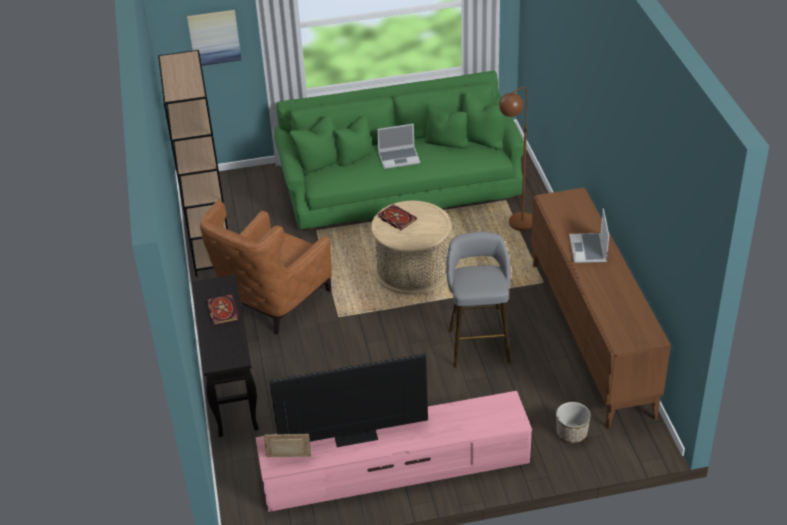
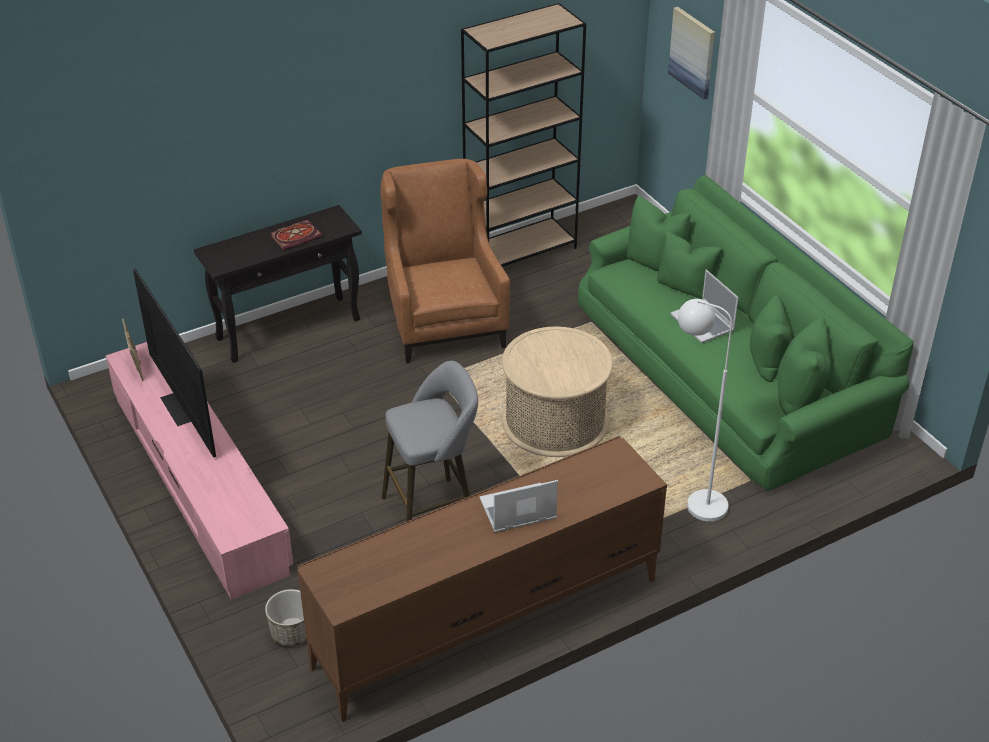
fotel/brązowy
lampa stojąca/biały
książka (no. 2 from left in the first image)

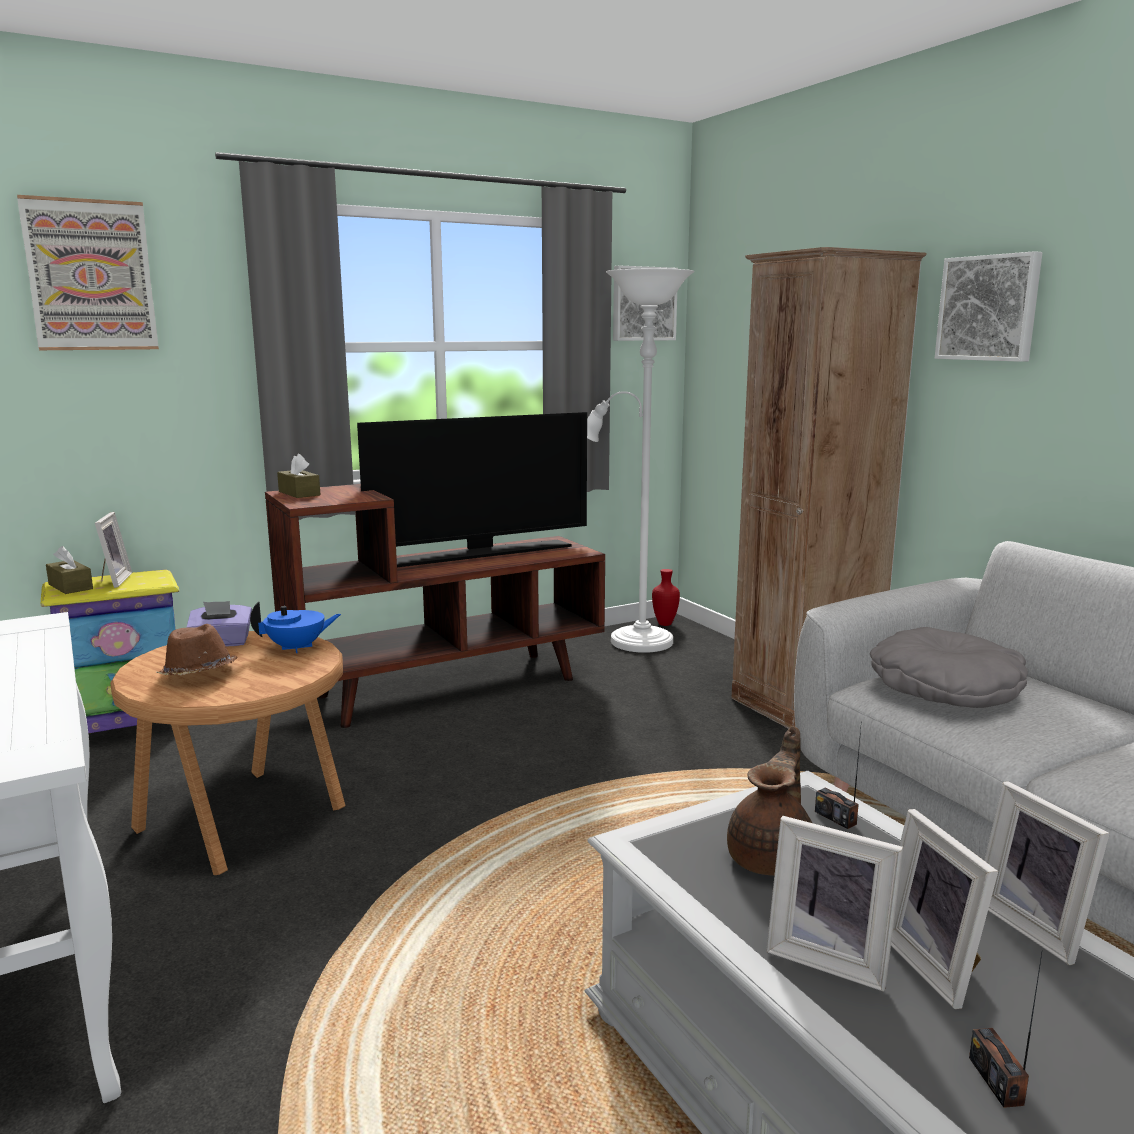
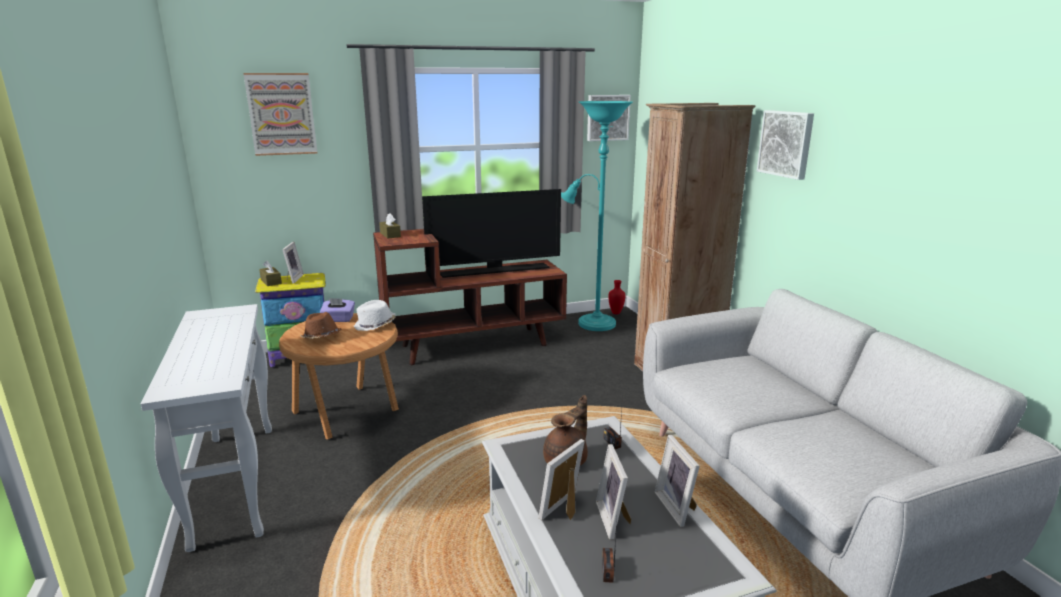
kapelusz/biały
ramka na zdjęcie (no. 2 from left)
lampa stojąca/turkusowy
poduszka/szary

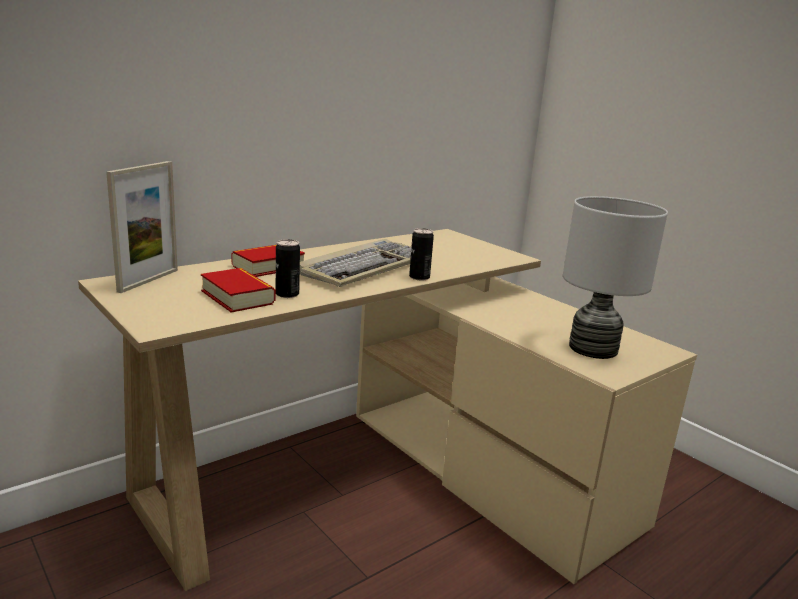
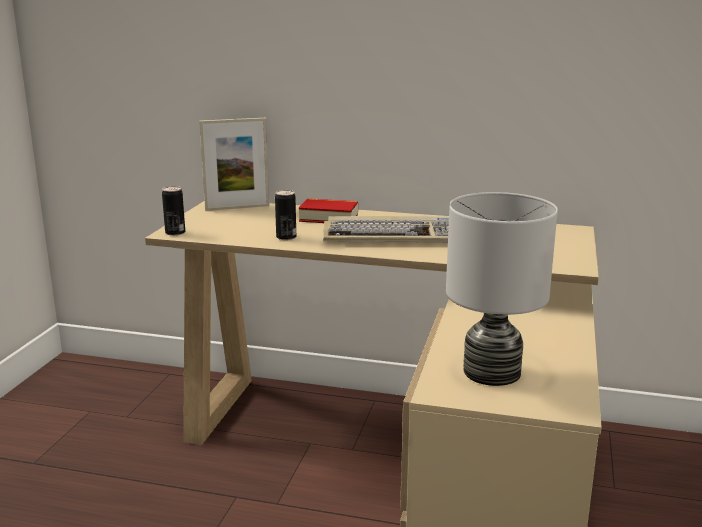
puszka (no. 1 from left)
książka (no. 1 from left in the first image)

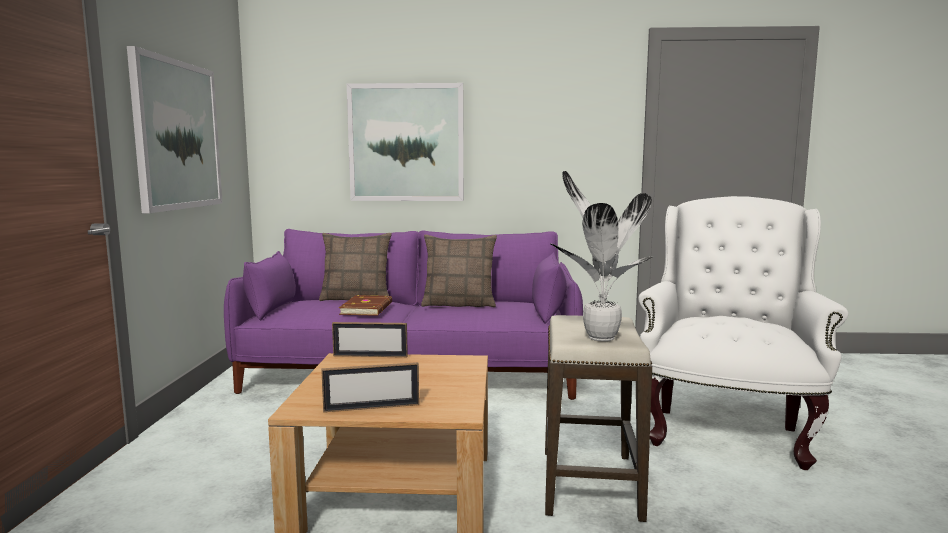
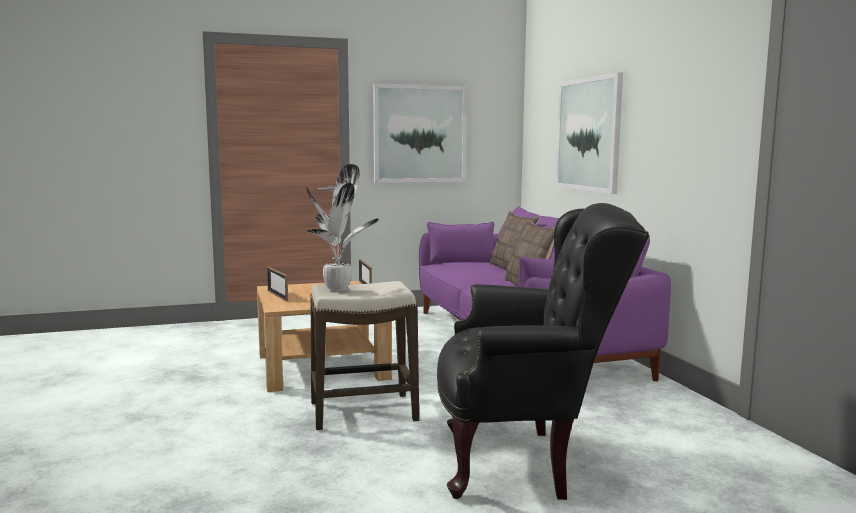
fotel/czarny
książka/brązowy

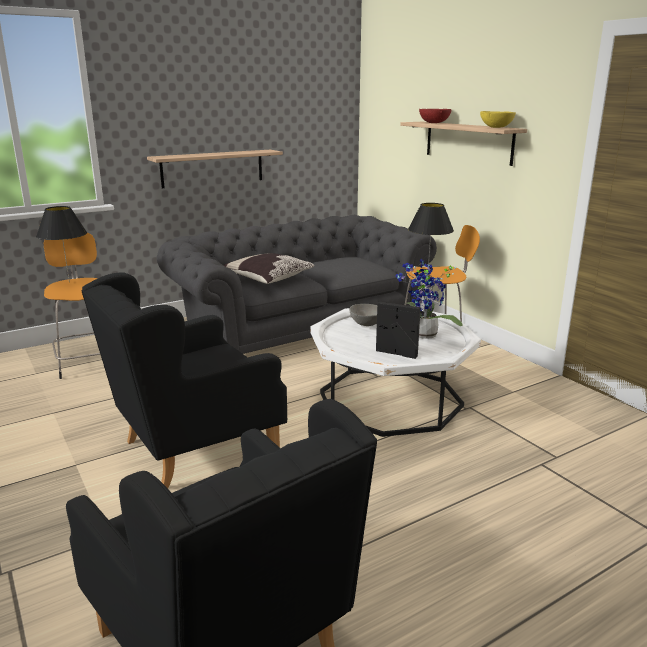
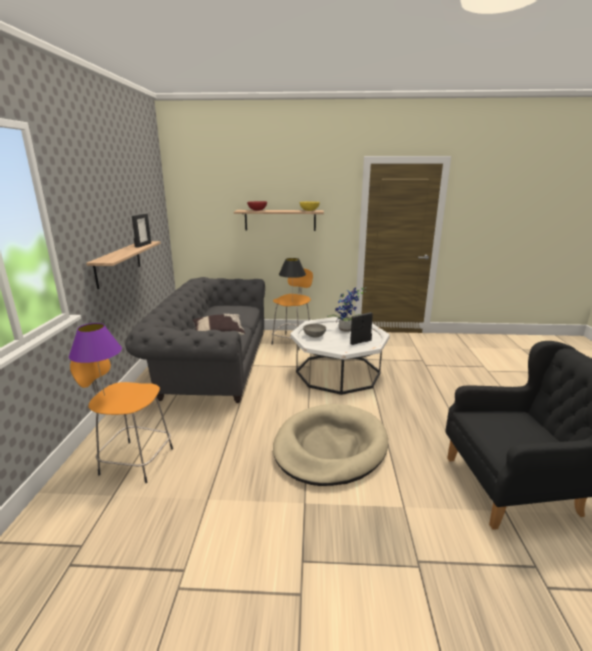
lampa stołowa/fioletowy
ramka na zdjęcie (no. 1 from left)
legowisko/beżowy

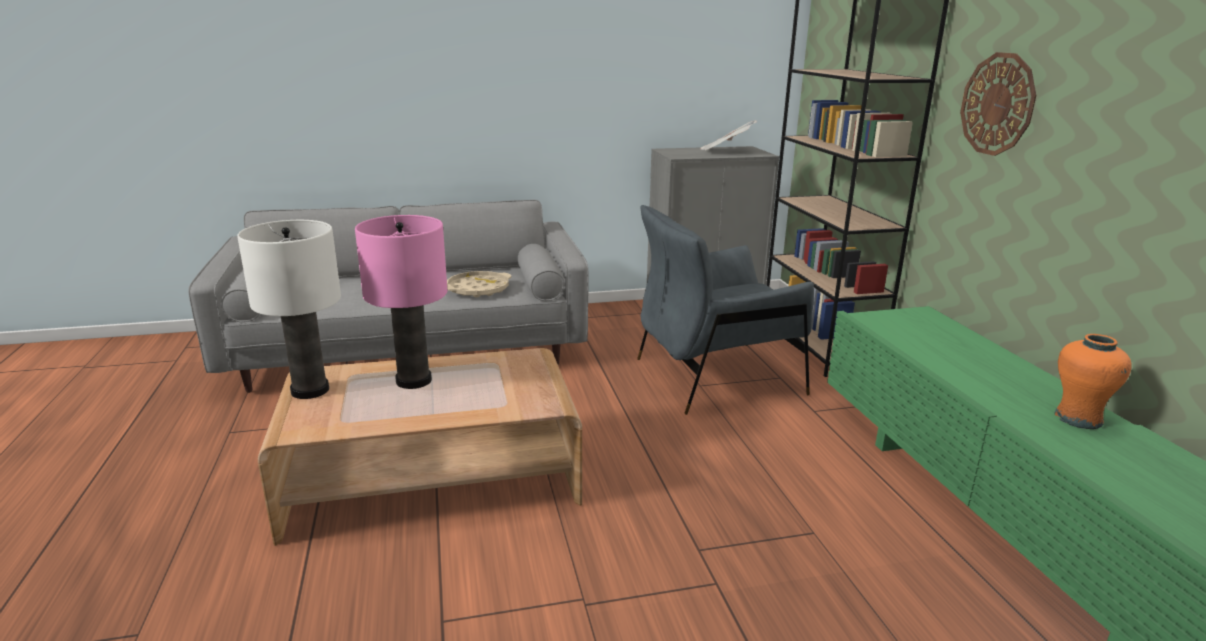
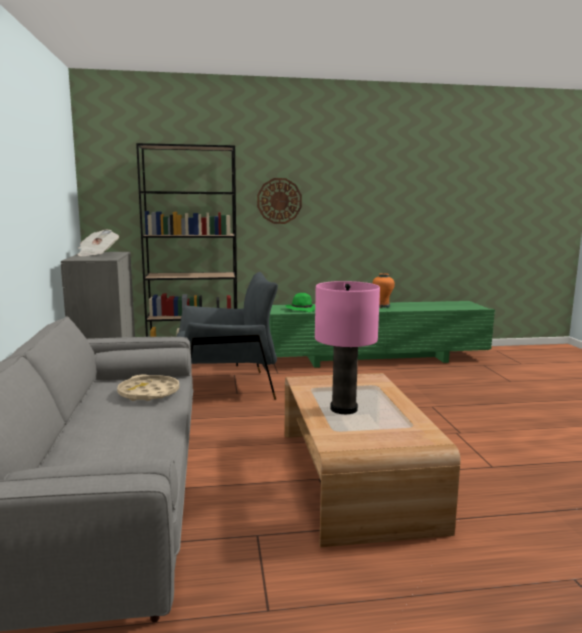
fotel/szary
kapelusz/zielony
lampa stołowa/biały

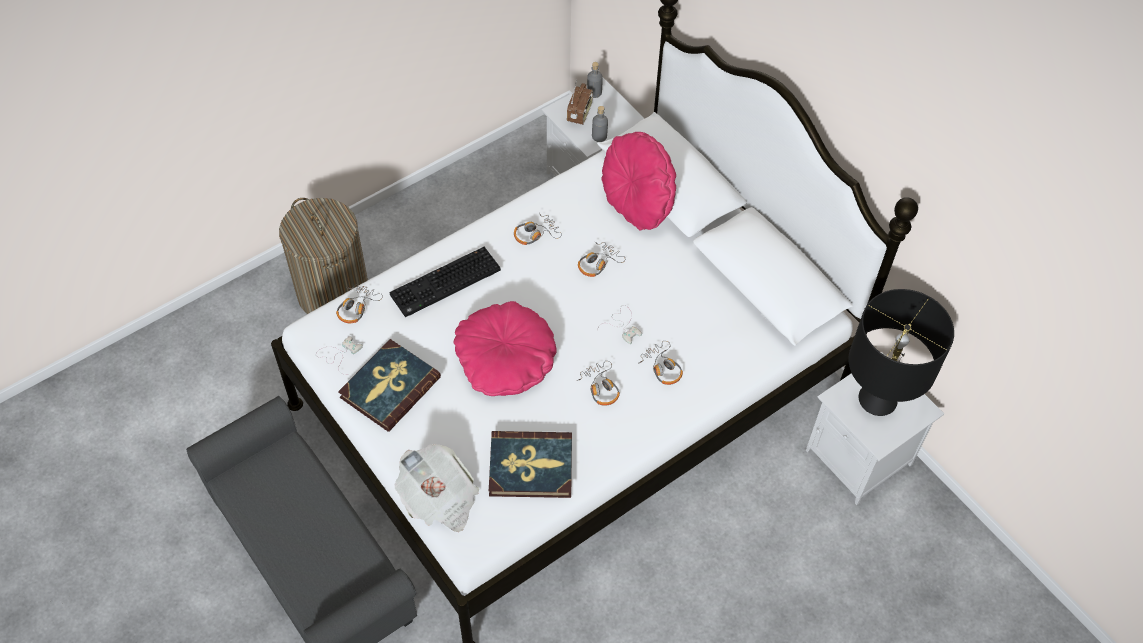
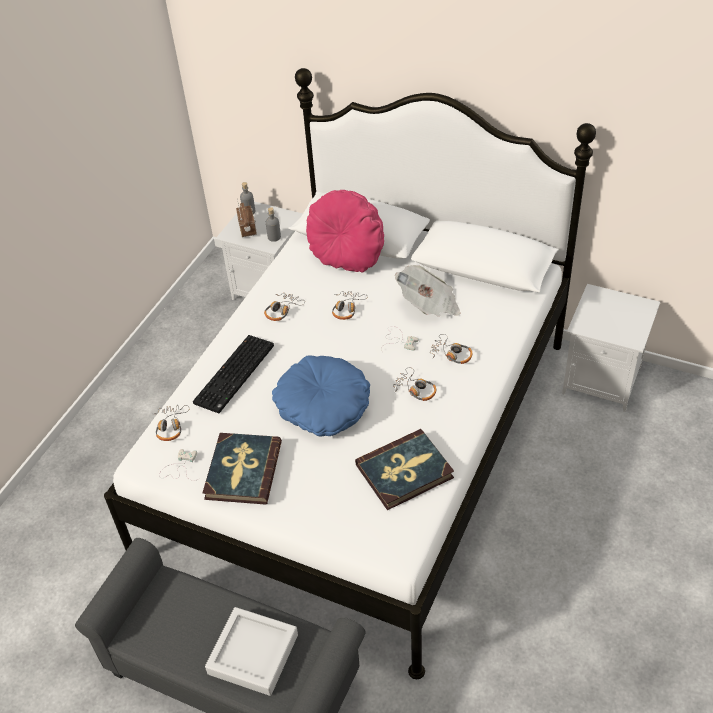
taca/szary
poduszka/niebieski
gazeta
kosz na pranie
lampa stołowa/czarny

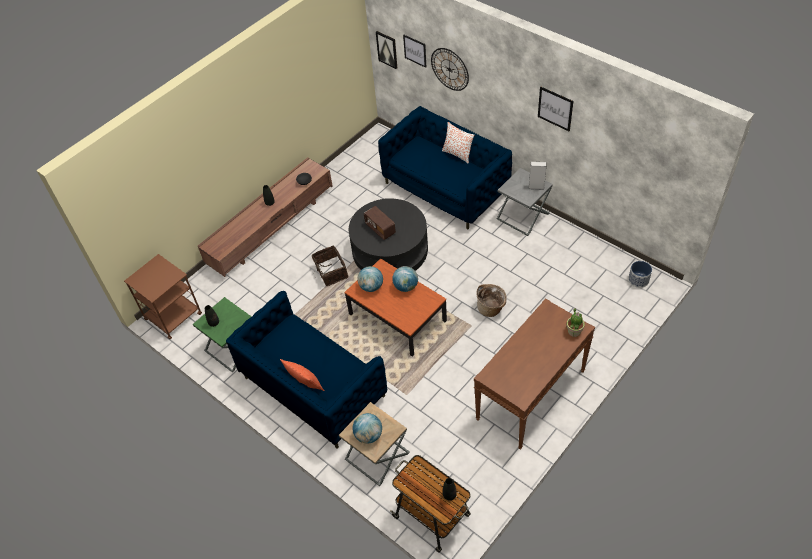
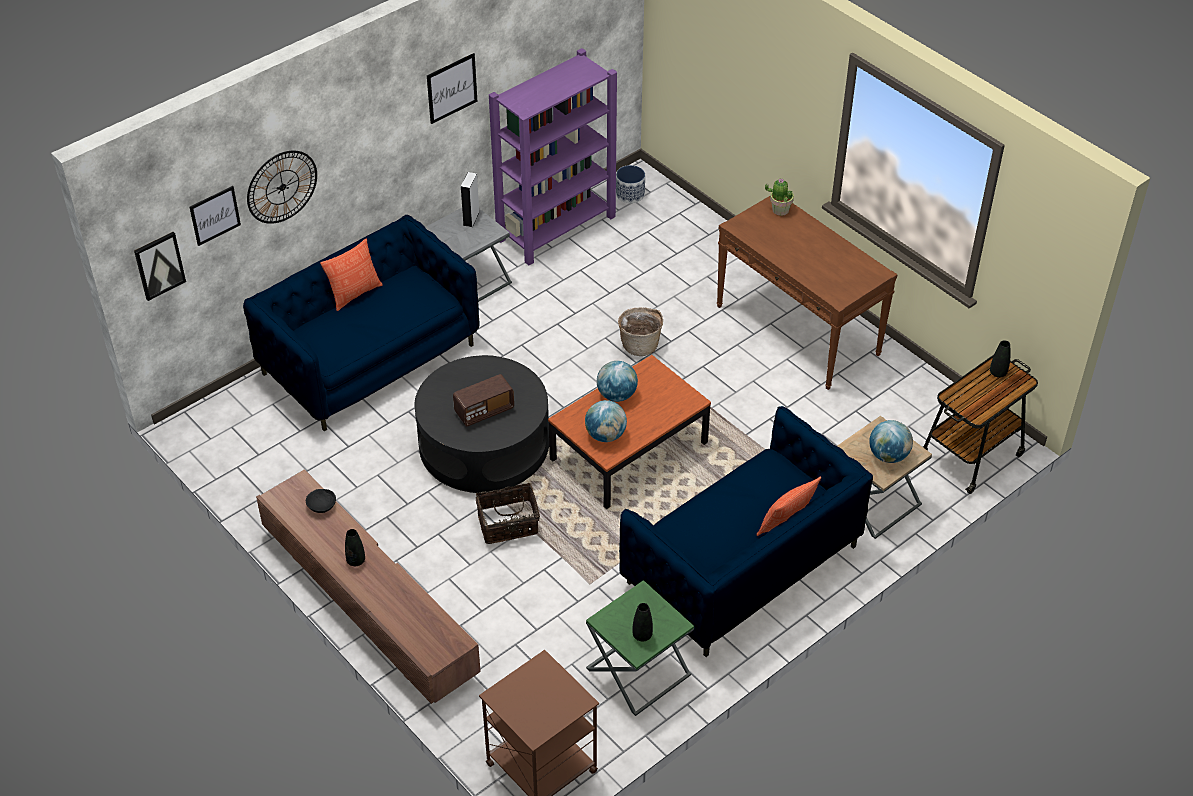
poduszka/pomarańczowy (no. 1 from left)
regał/fioletowy

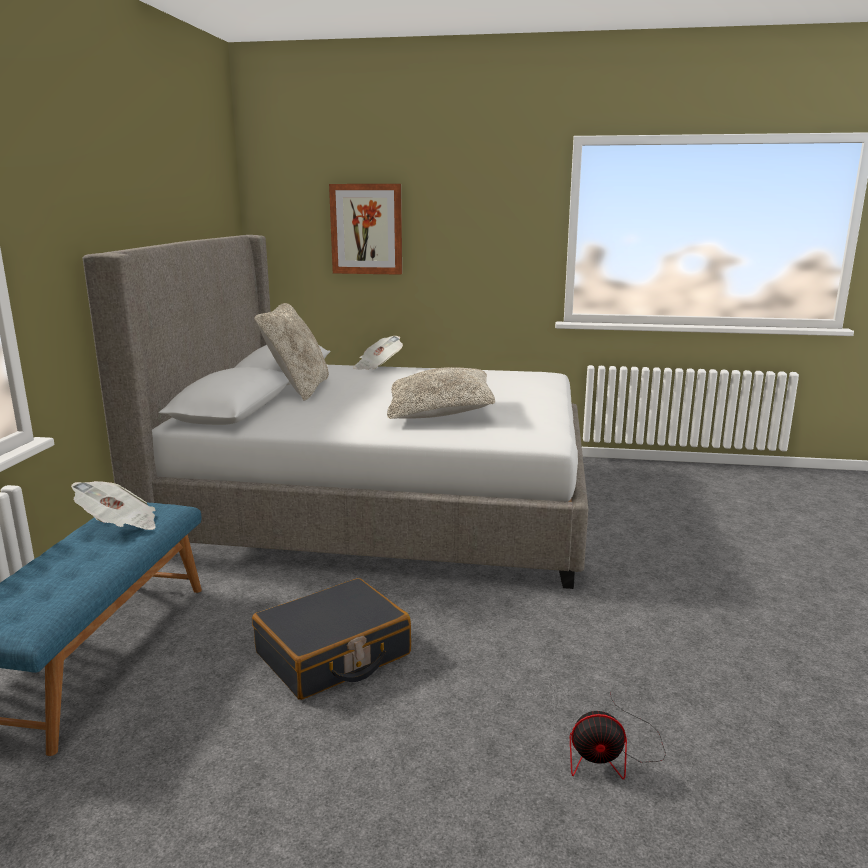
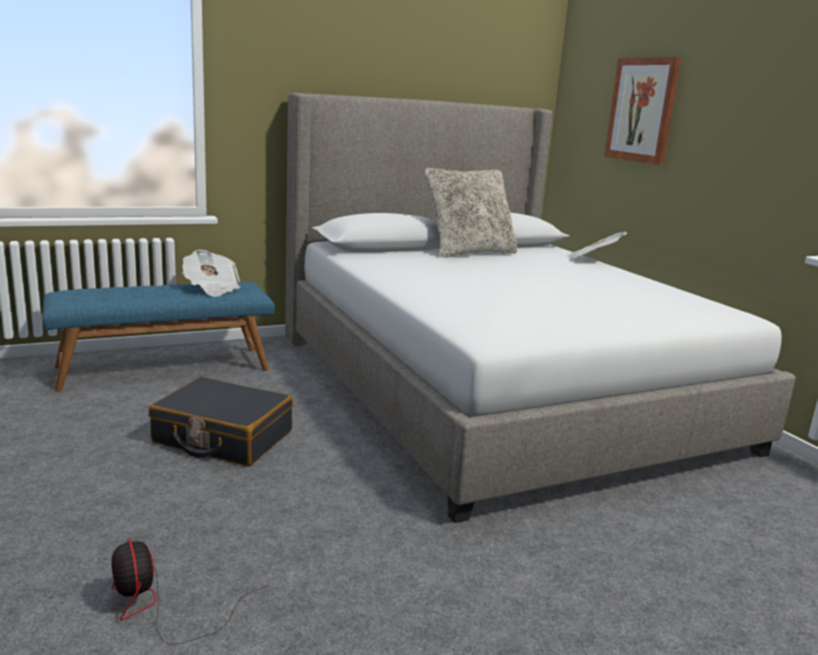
poduszka/beżowy (no. 2 from left in the first image)

